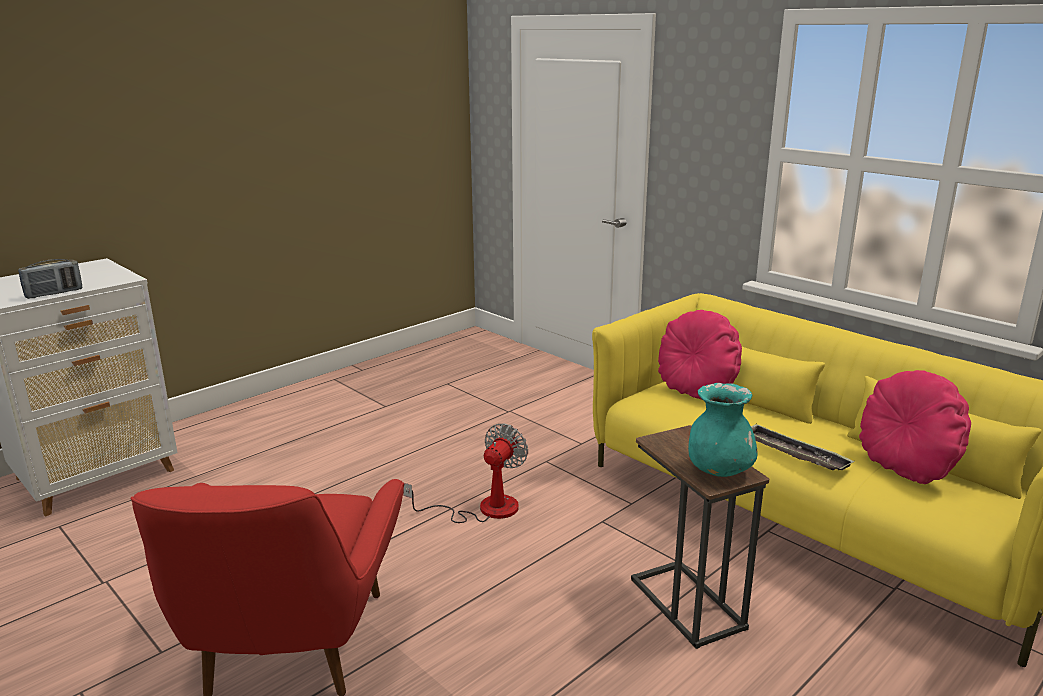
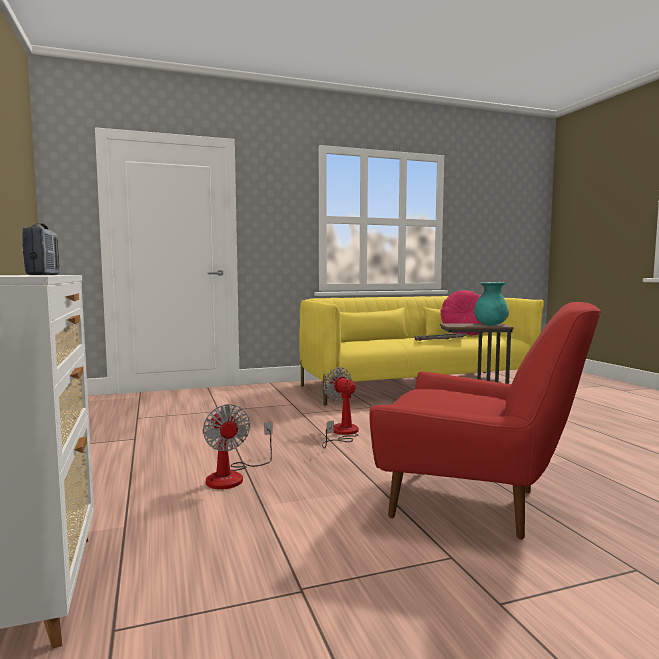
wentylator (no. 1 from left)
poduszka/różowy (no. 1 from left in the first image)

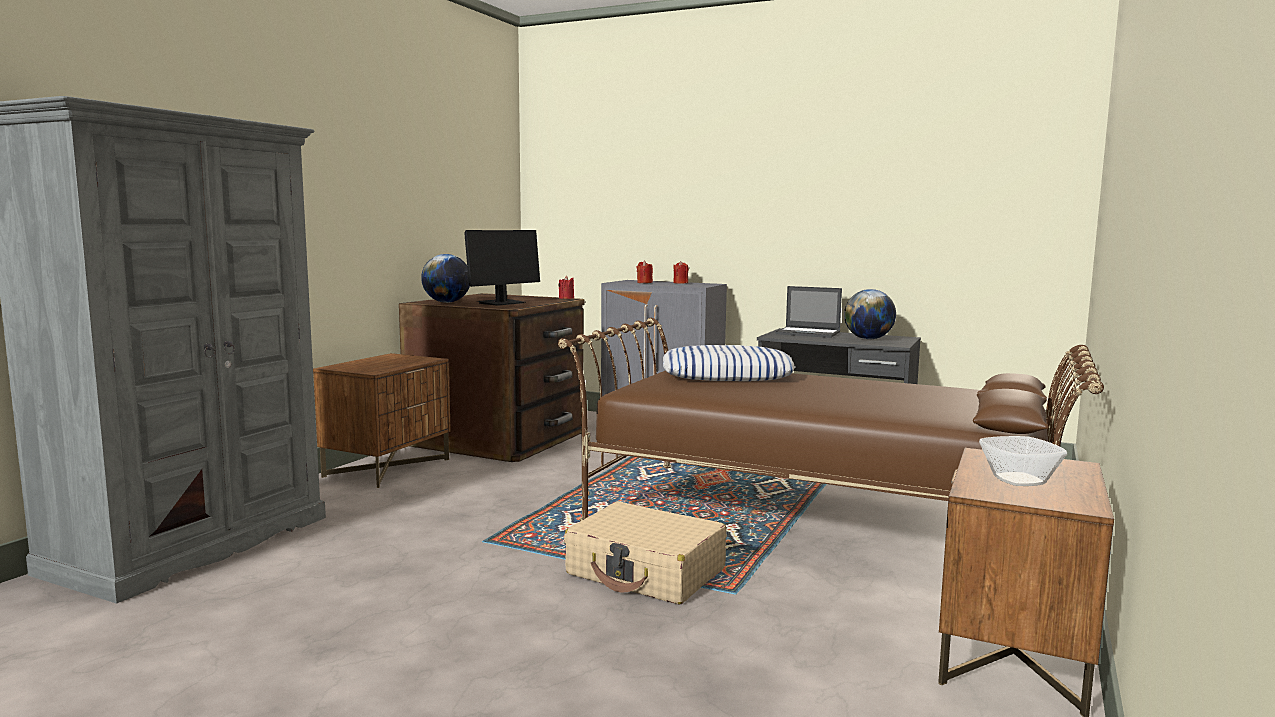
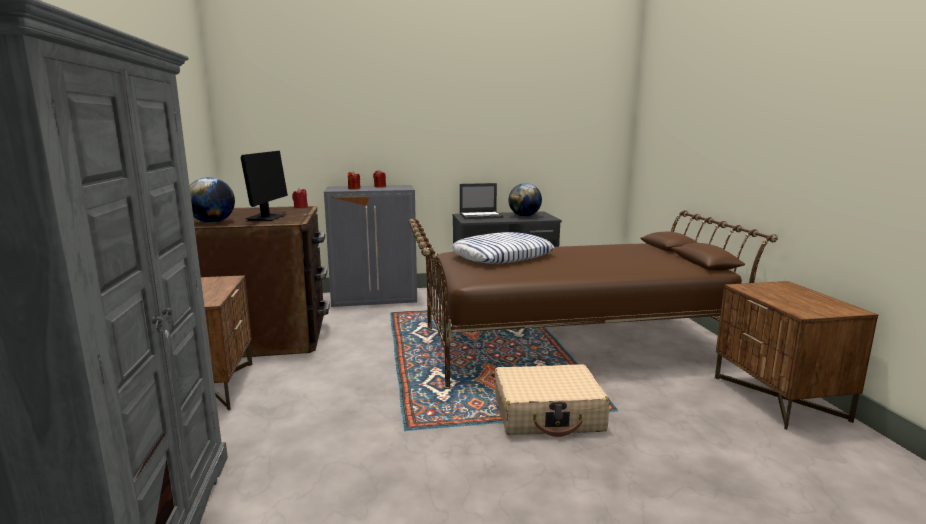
miska

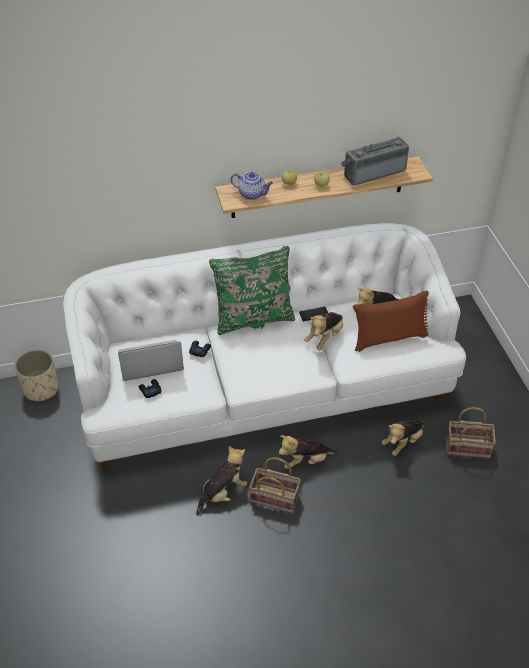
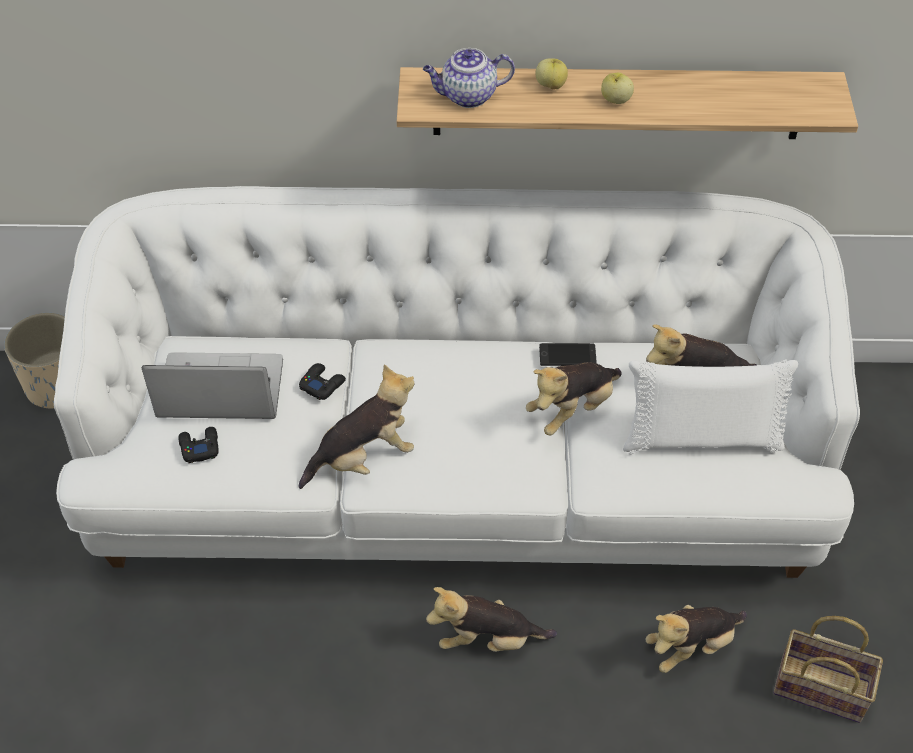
pluszak (no. 1 from left)
imbryk
poduszka/biały
poduszka/zielony
koszyk (no. 1 from left in the first image)
radio

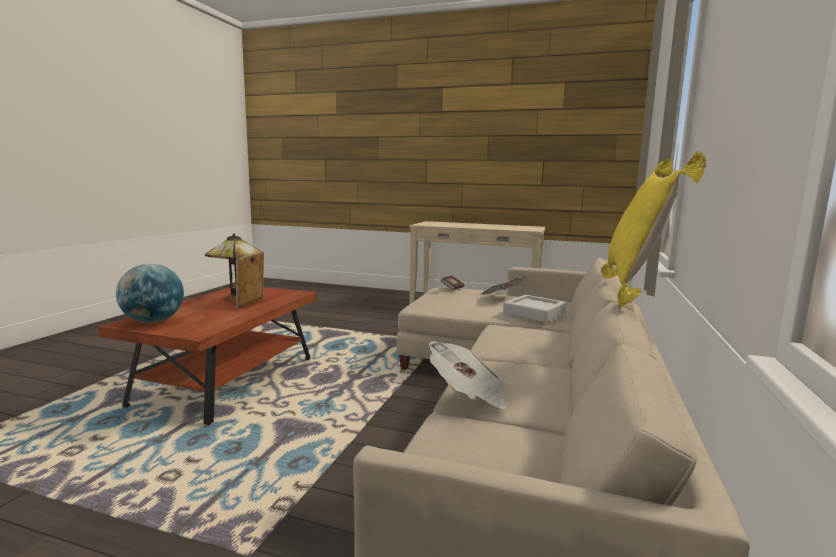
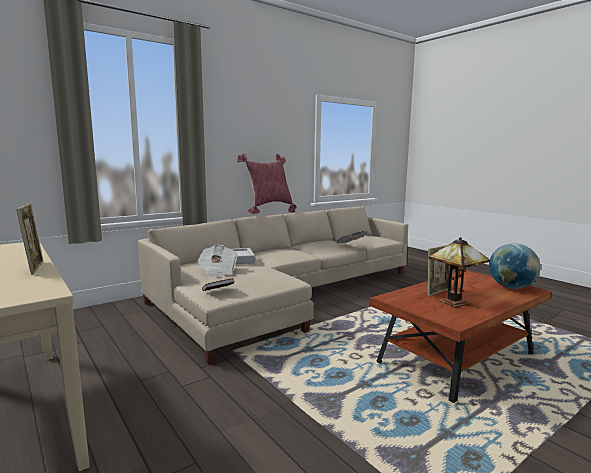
ramka na zdjęcie (no. 1 from left)
poduszka/czerwony

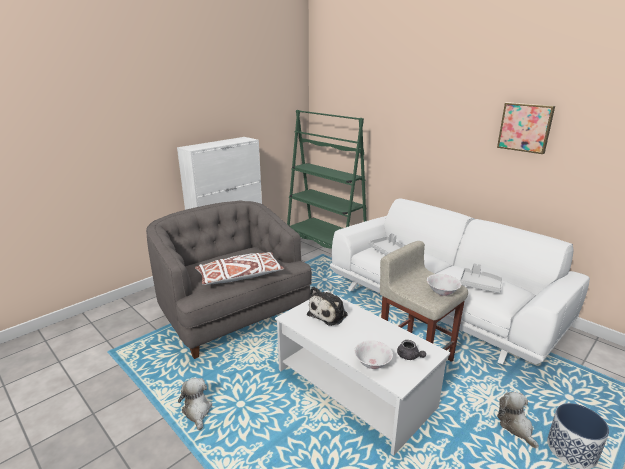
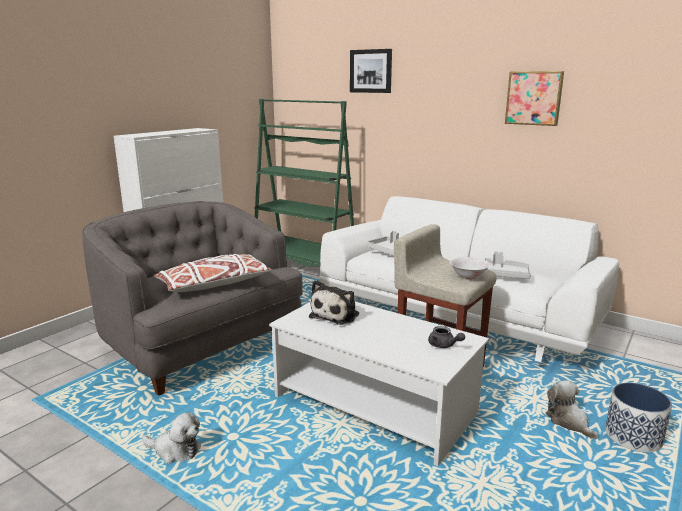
pluszak (no. 1 from left)
obraz (no. 1 from left)
miska/biały (no. 1 from left in the first image)

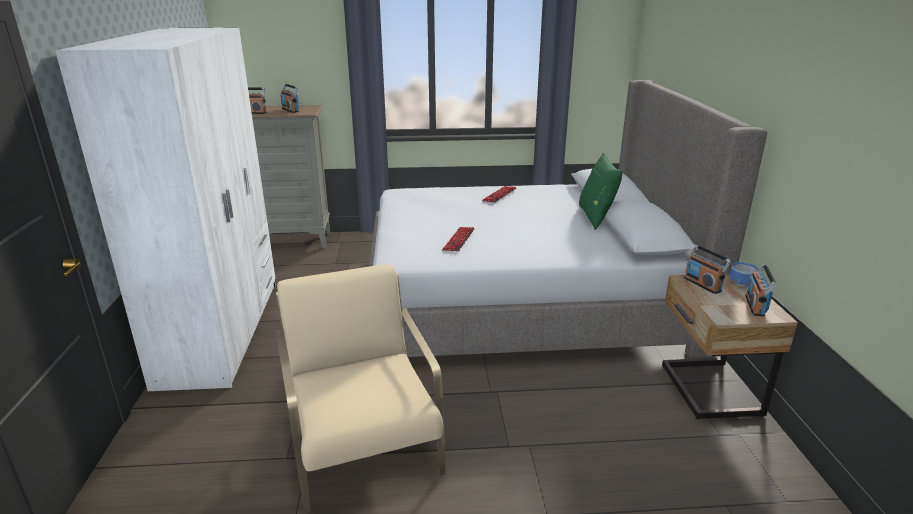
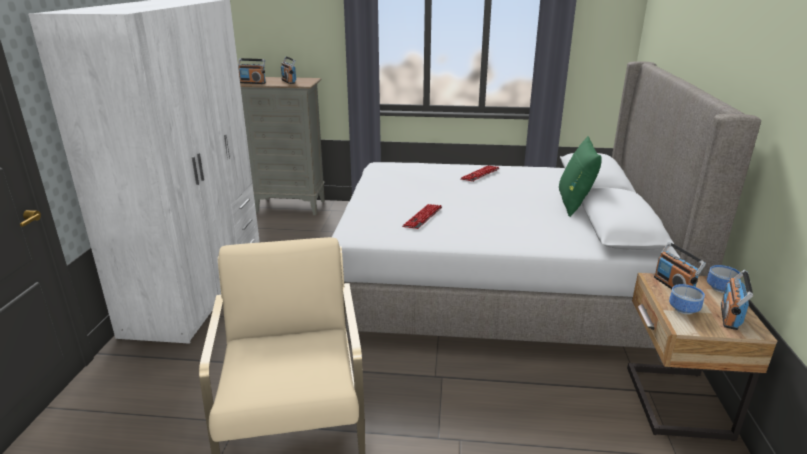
miska (no. 1 from left)

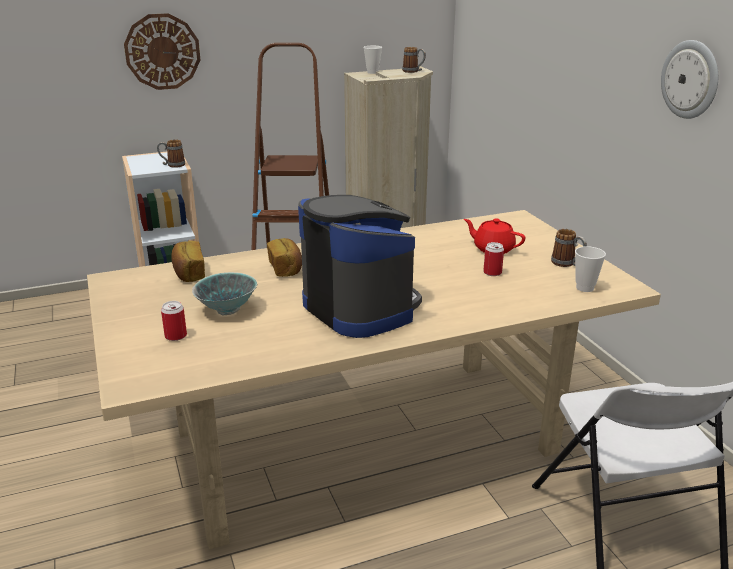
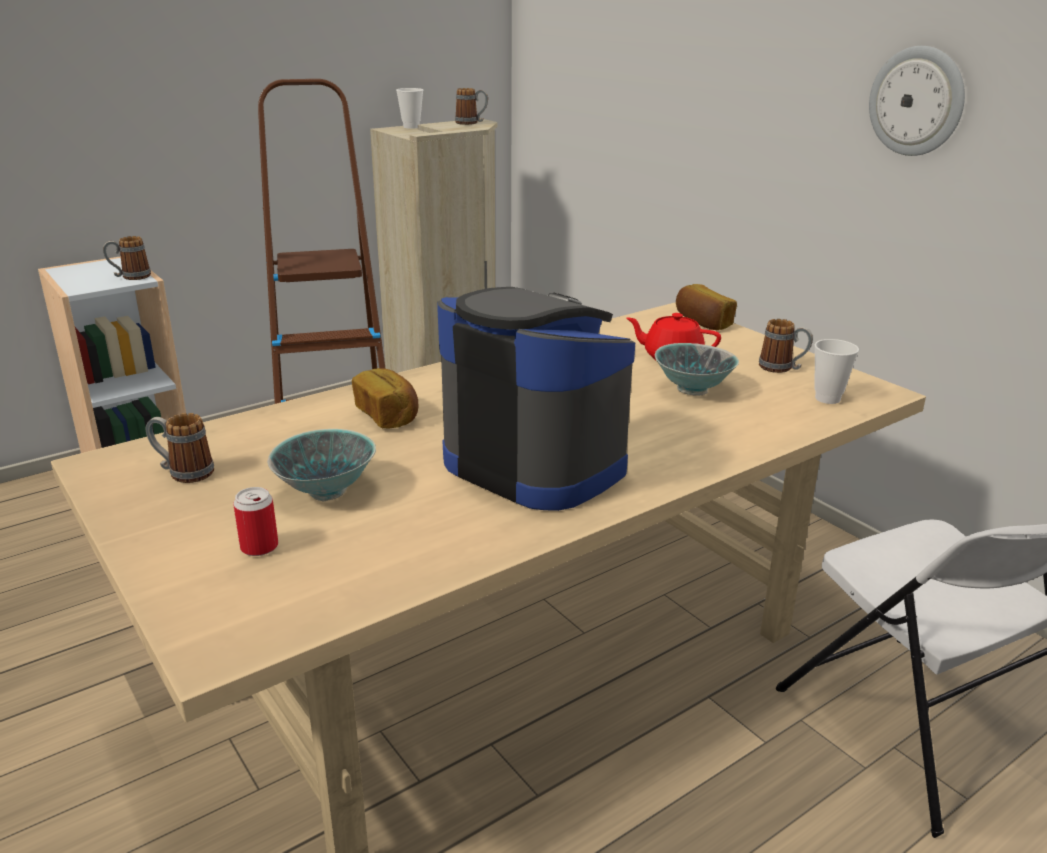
kubek (no. 2 from left)
miska (no. 2 from left)
chleb (no. 2 from left)
zegar ścienny (no. 1 from left in the first image)

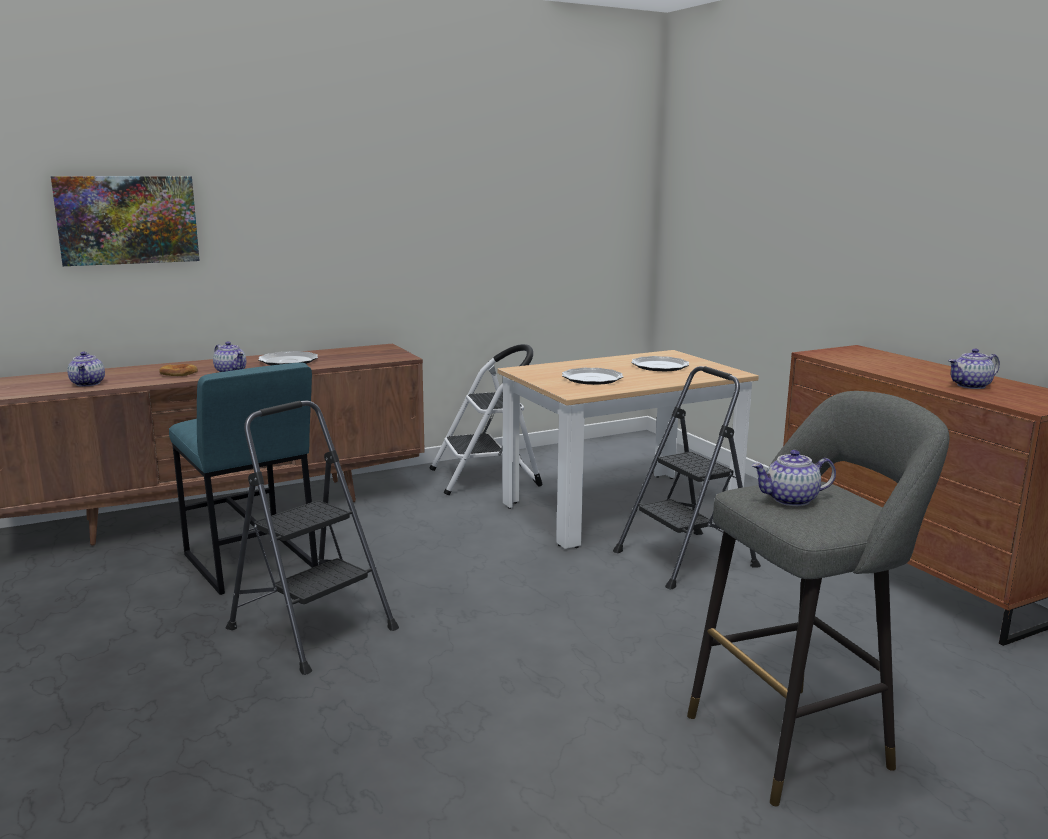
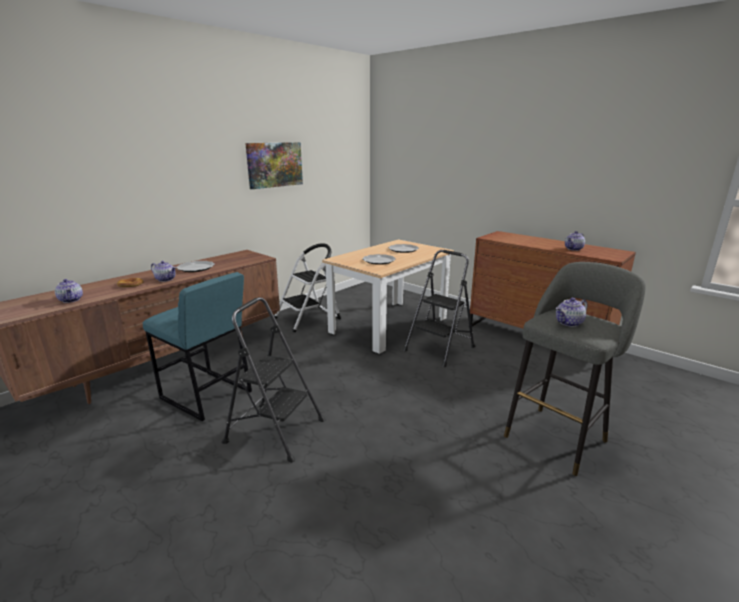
obraz

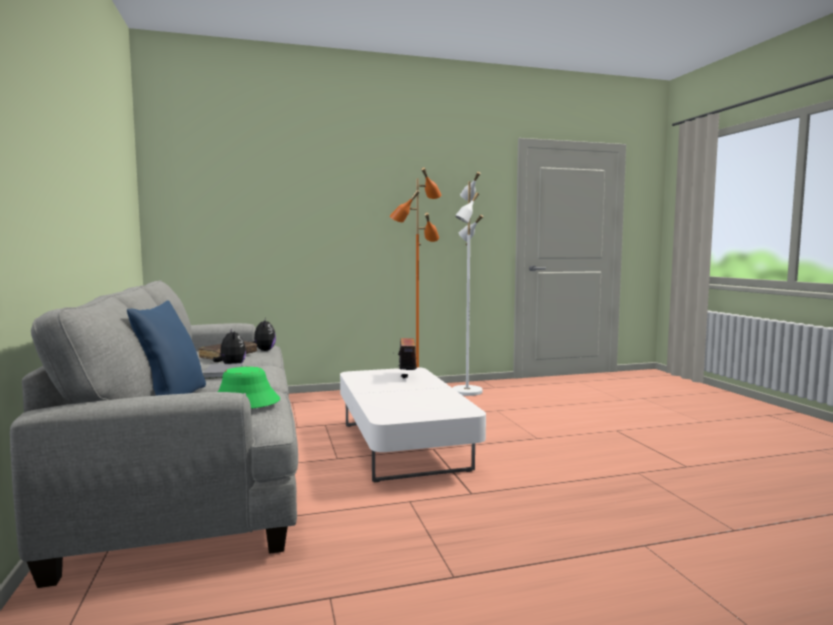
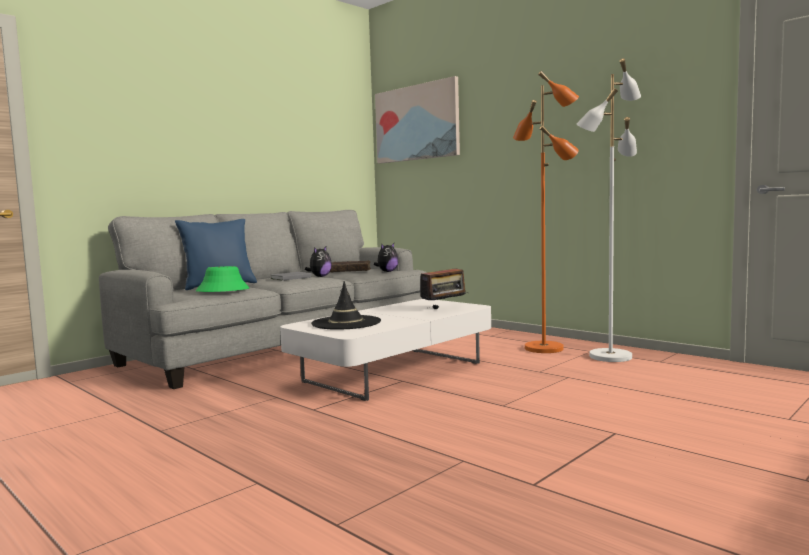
kapelusz/czarny
obraz

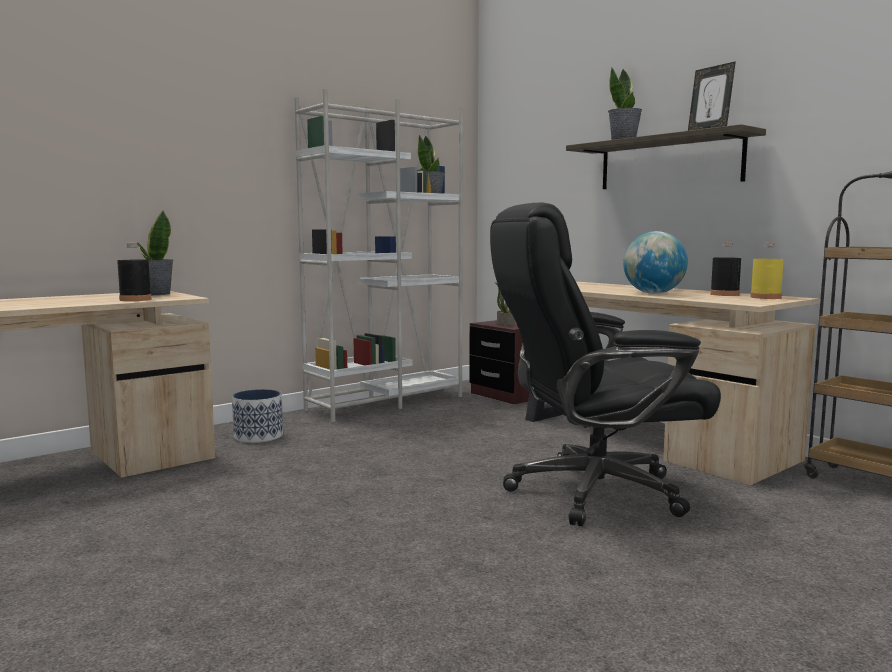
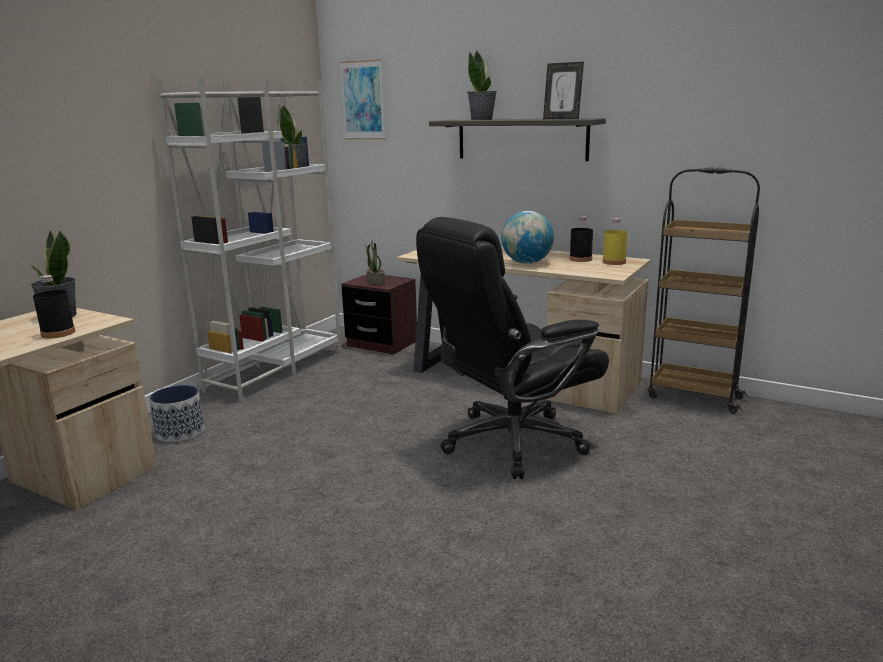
obraz

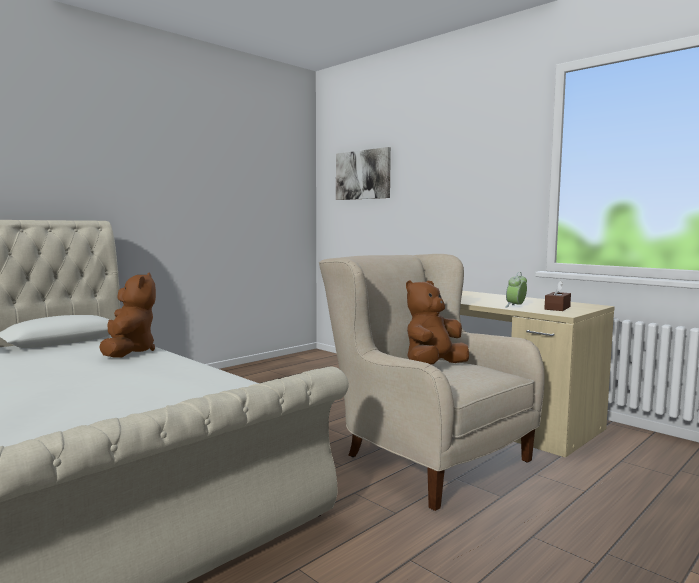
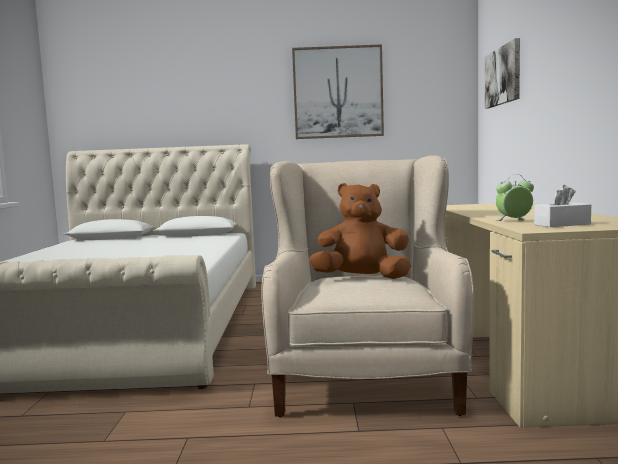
obraz (no. 1 from left)
pudełko chusteczek/biały
pluszak/brązowy (no. 1 from left in the first image)

